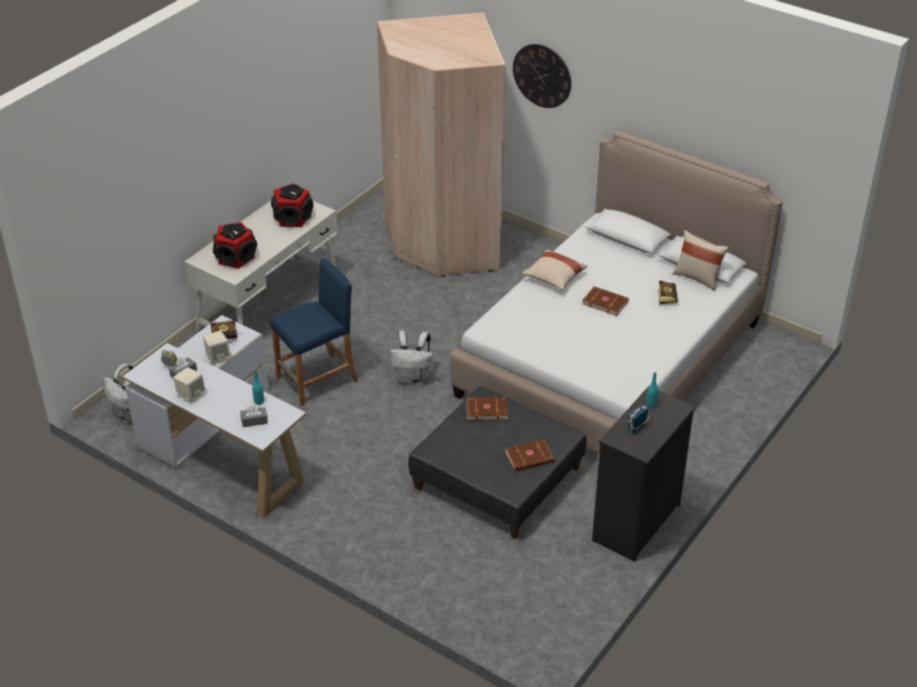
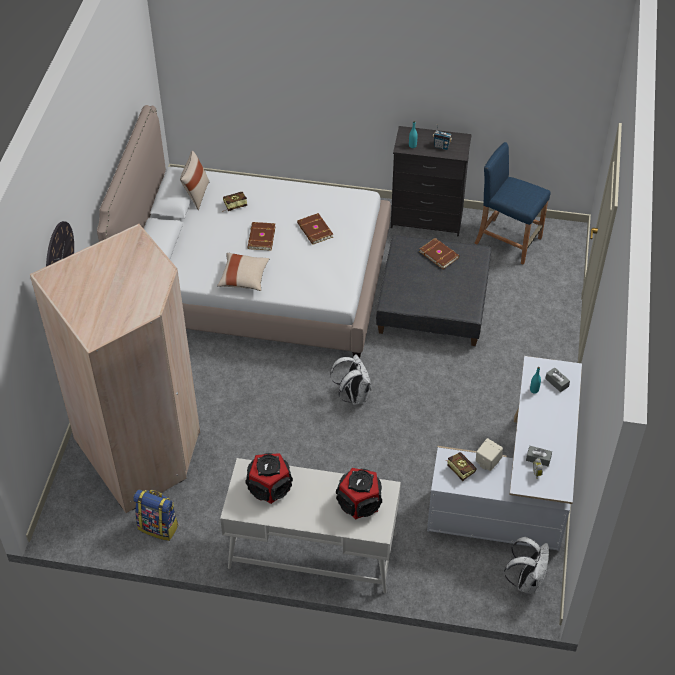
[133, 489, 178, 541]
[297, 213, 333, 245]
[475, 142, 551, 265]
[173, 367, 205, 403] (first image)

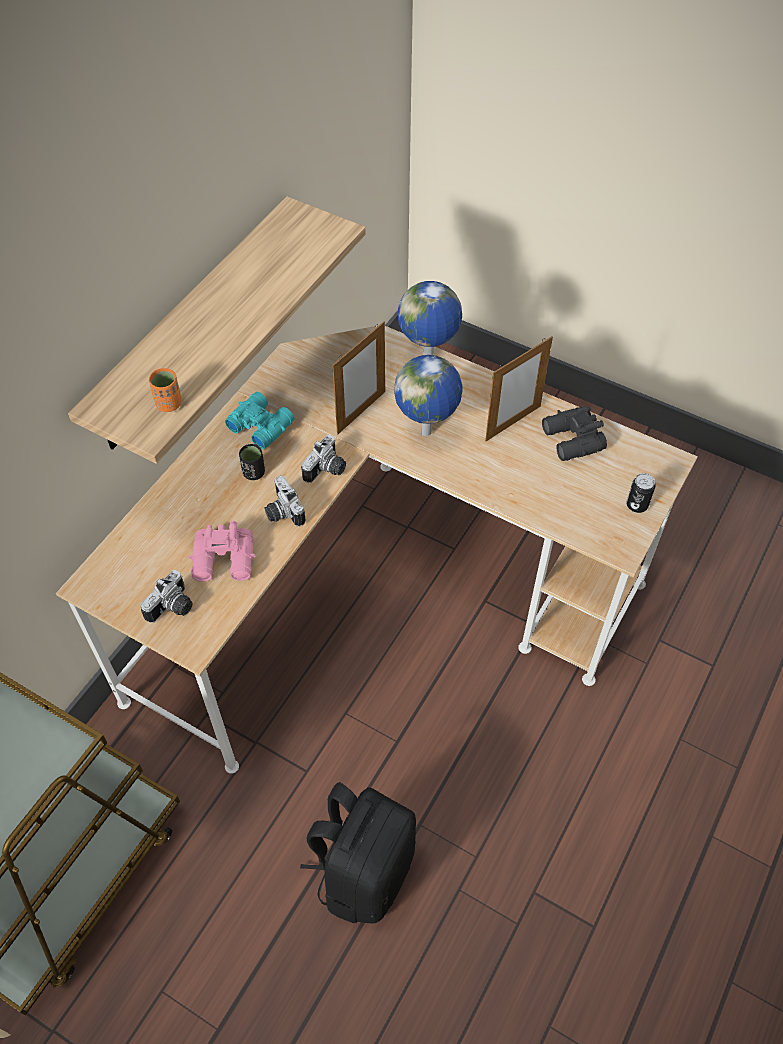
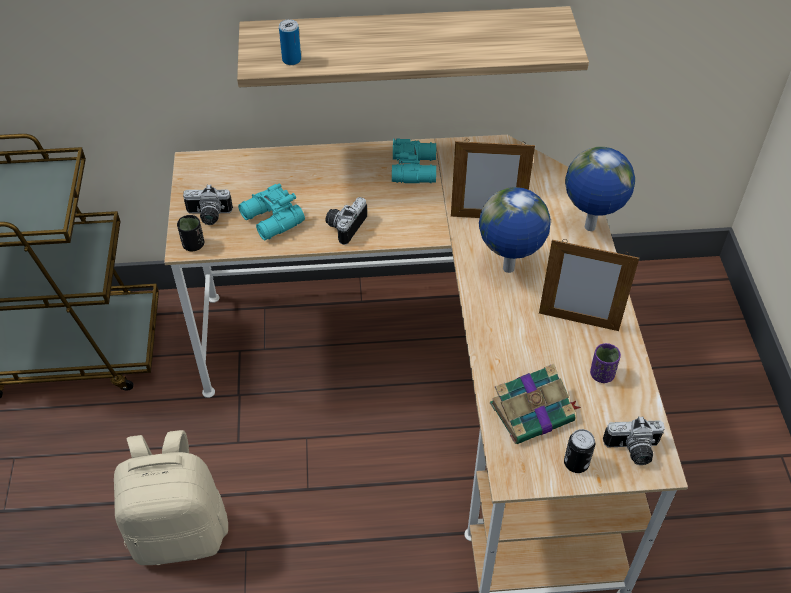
[114, 430, 228, 565]
[177, 215, 204, 251]
[238, 183, 305, 240]
[279, 19, 301, 65]
[490, 364, 581, 444]
[590, 343, 621, 383]
[603, 416, 665, 465]

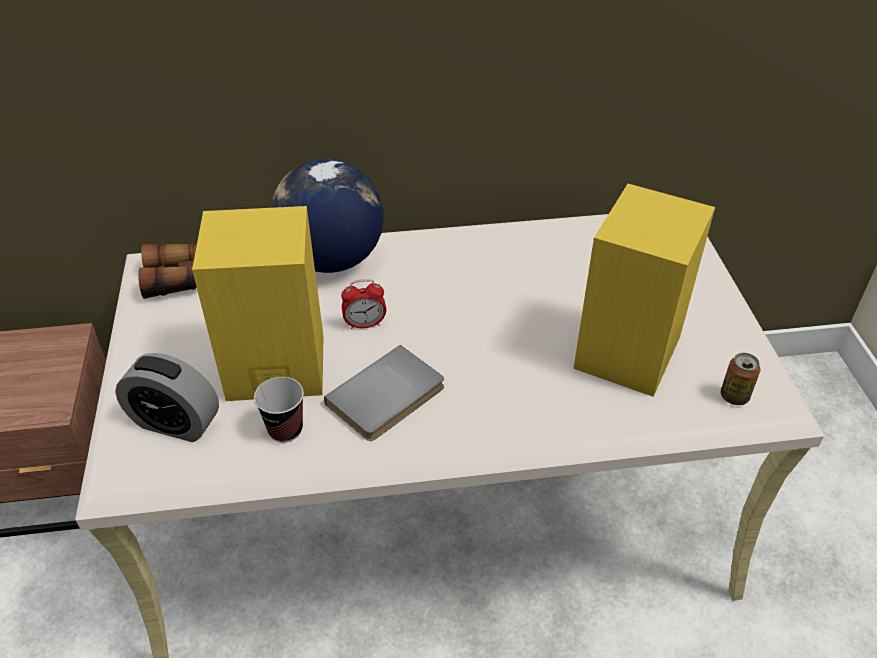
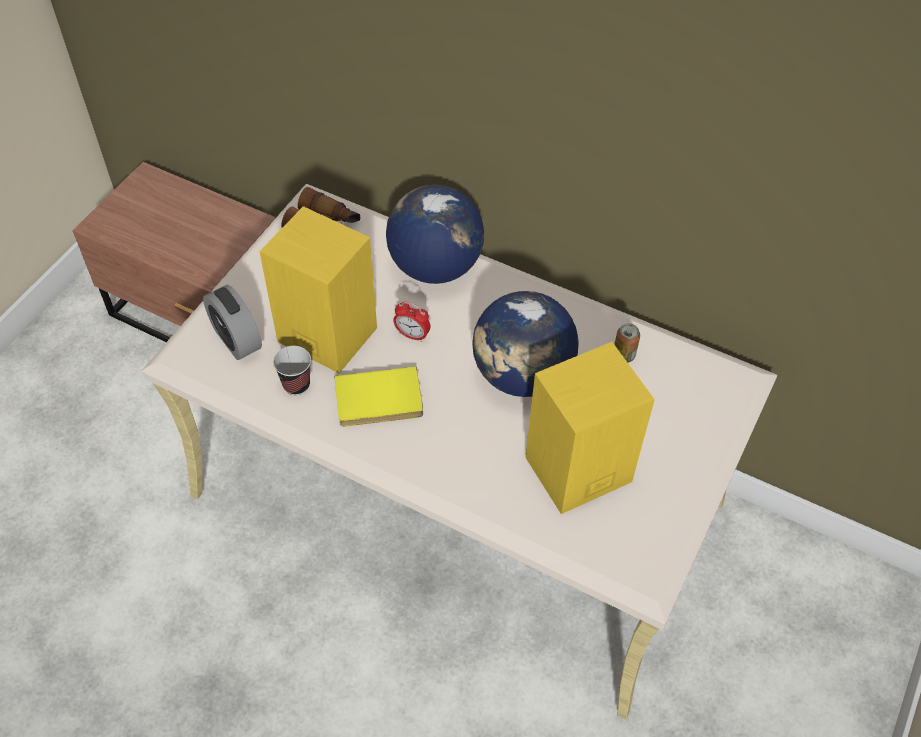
[334, 367, 423, 426]
[472, 291, 579, 397]
[614, 323, 640, 363]

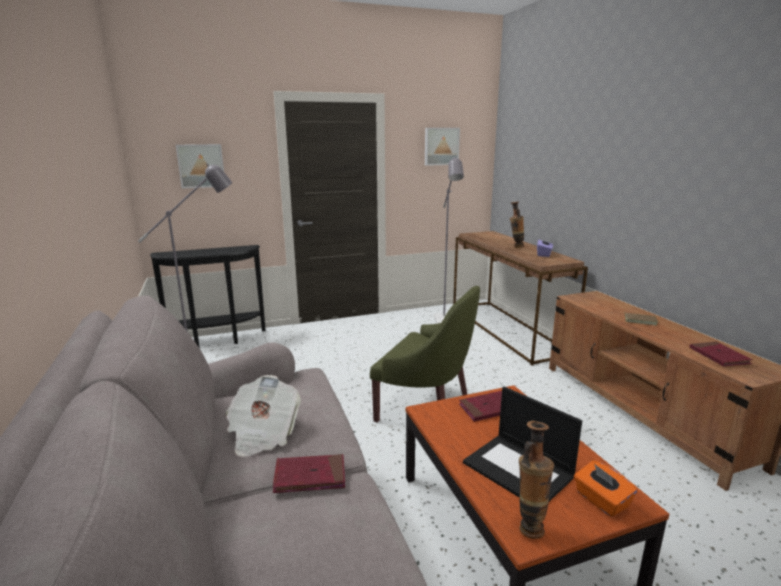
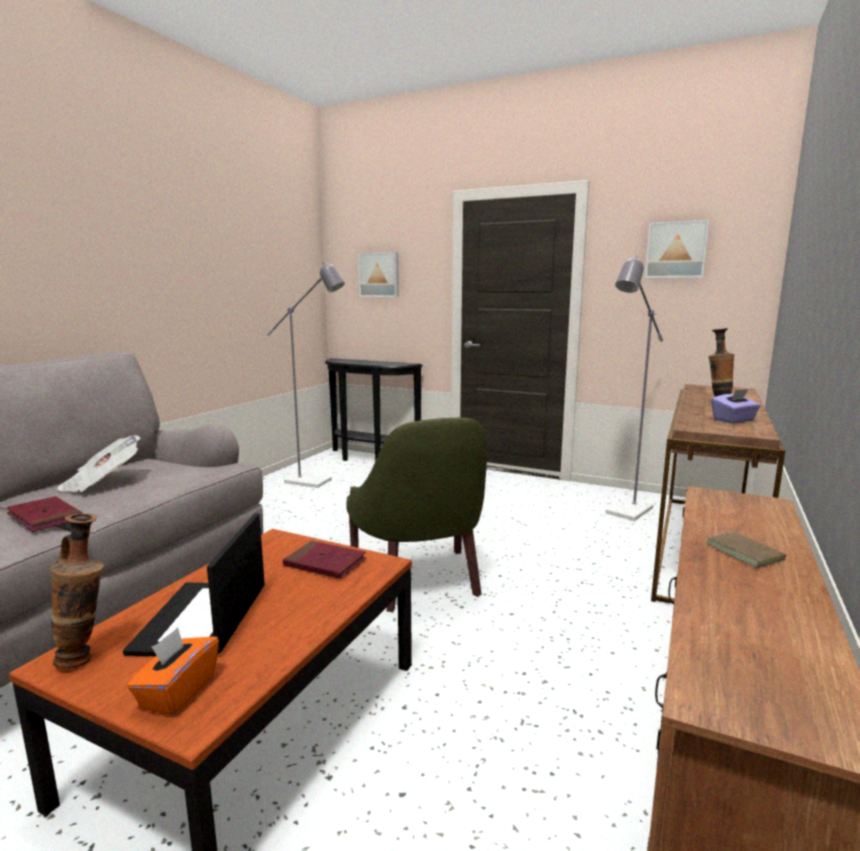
[690, 342, 752, 366] (first image)

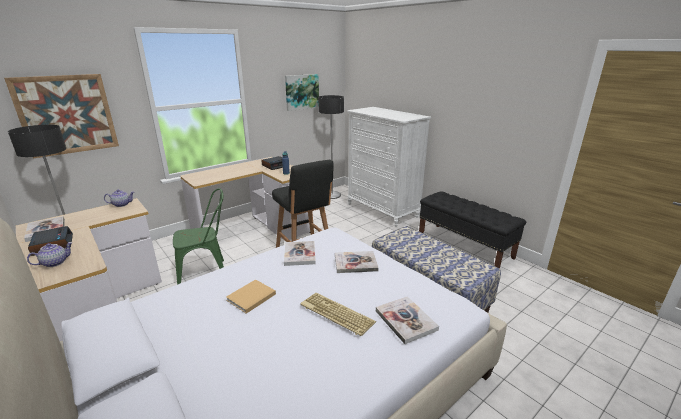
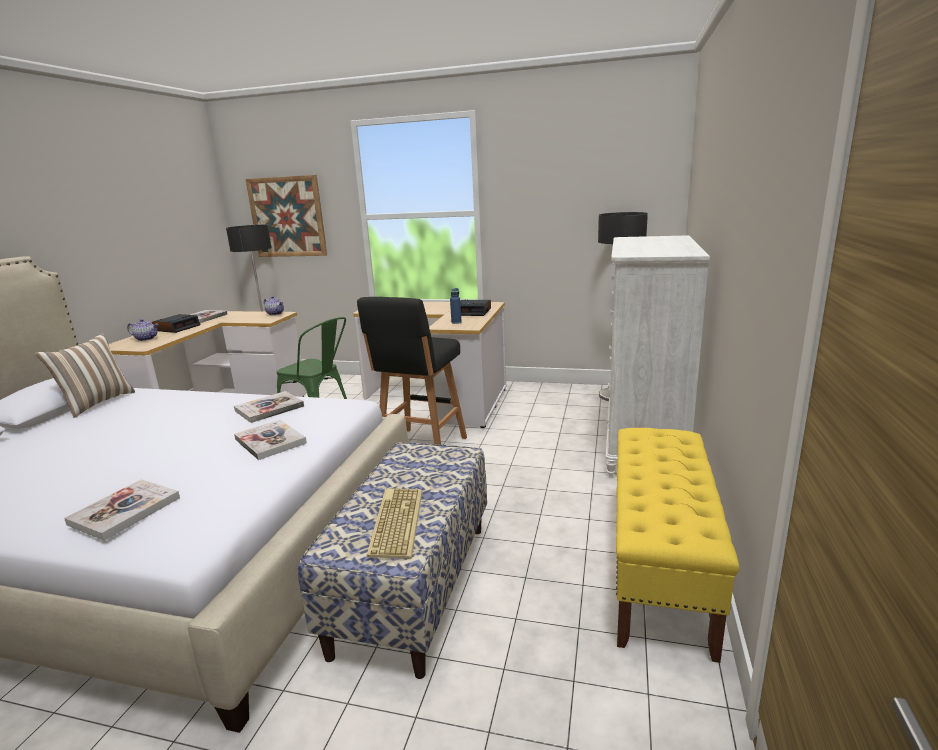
[35, 333, 135, 418]
[367, 488, 422, 559]
[616, 428, 739, 663]
[226, 279, 276, 314] (first image)
[285, 74, 319, 111] (first image)

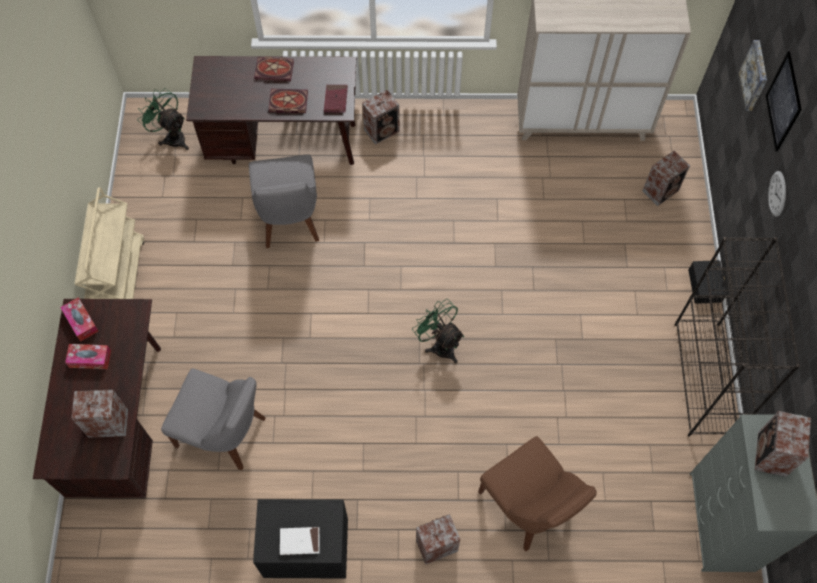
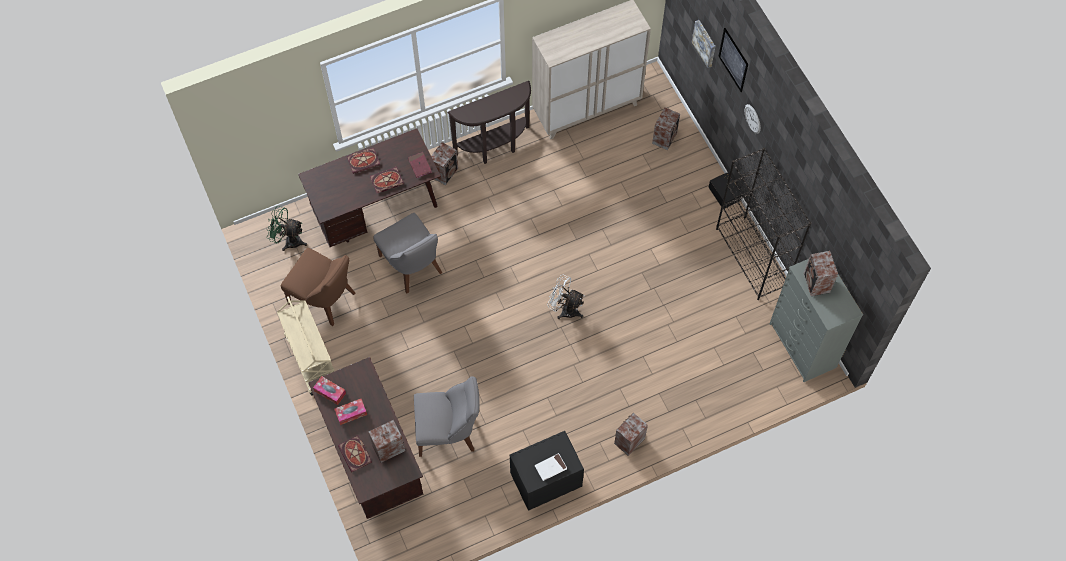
[281, 248, 355, 326]
[338, 435, 372, 473]
[447, 81, 531, 164]
[547, 274, 584, 319]

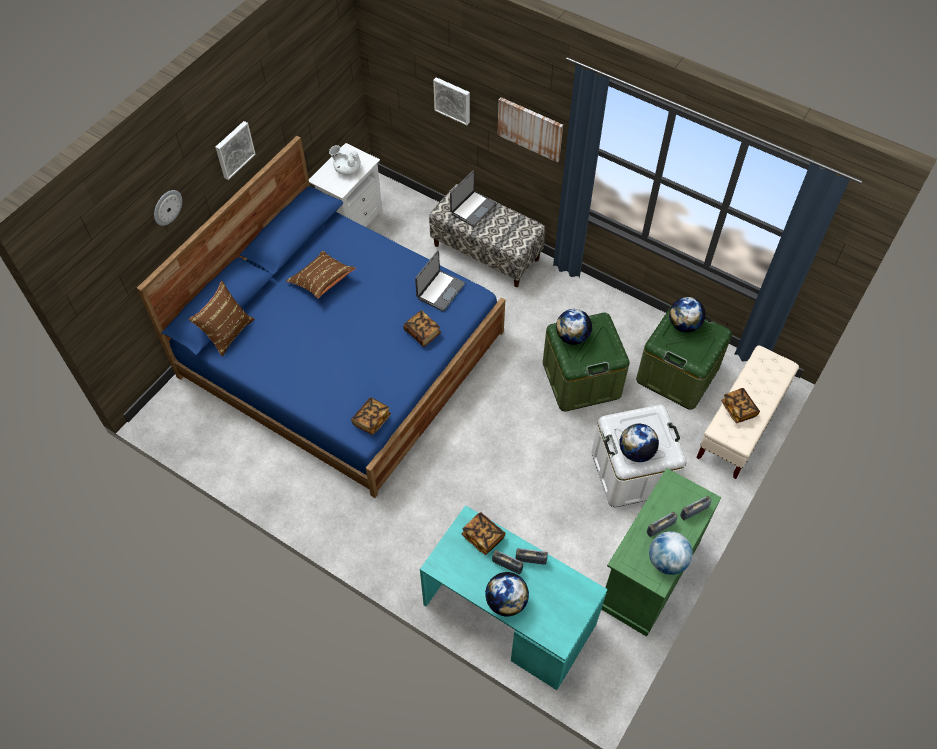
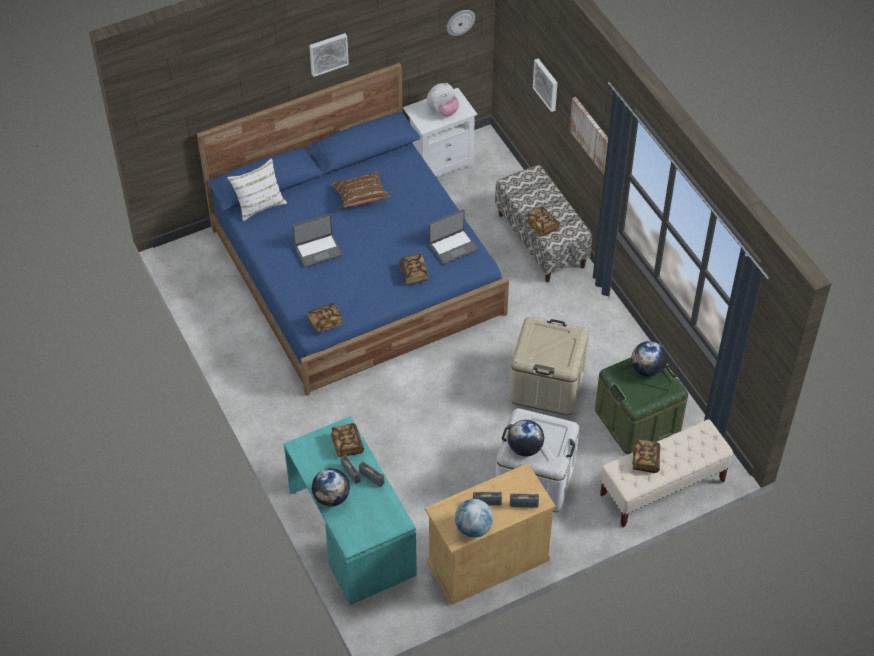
[227, 158, 287, 221]
[292, 214, 343, 268]
[425, 463, 556, 605]
[427, 83, 459, 116]
[446, 10, 475, 36]
[509, 317, 589, 415]
[525, 207, 560, 236]
[556, 309, 592, 345] (first image)

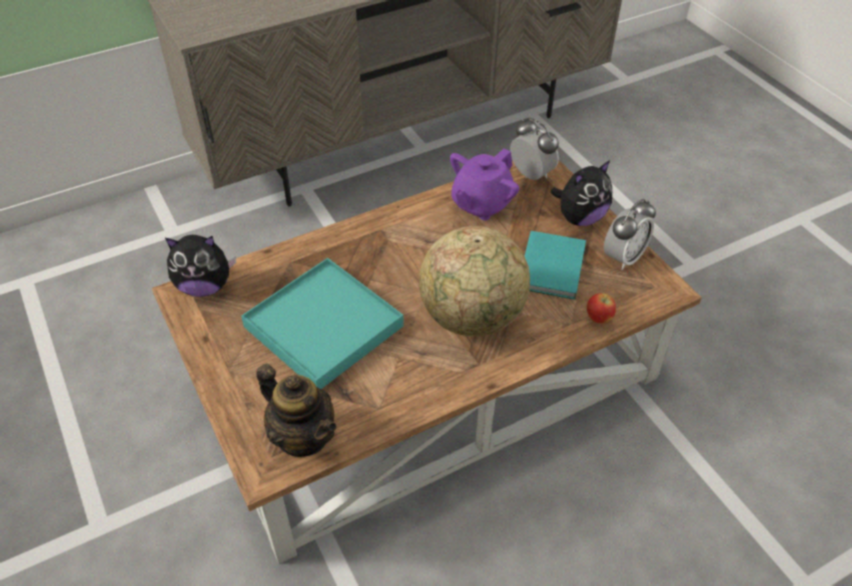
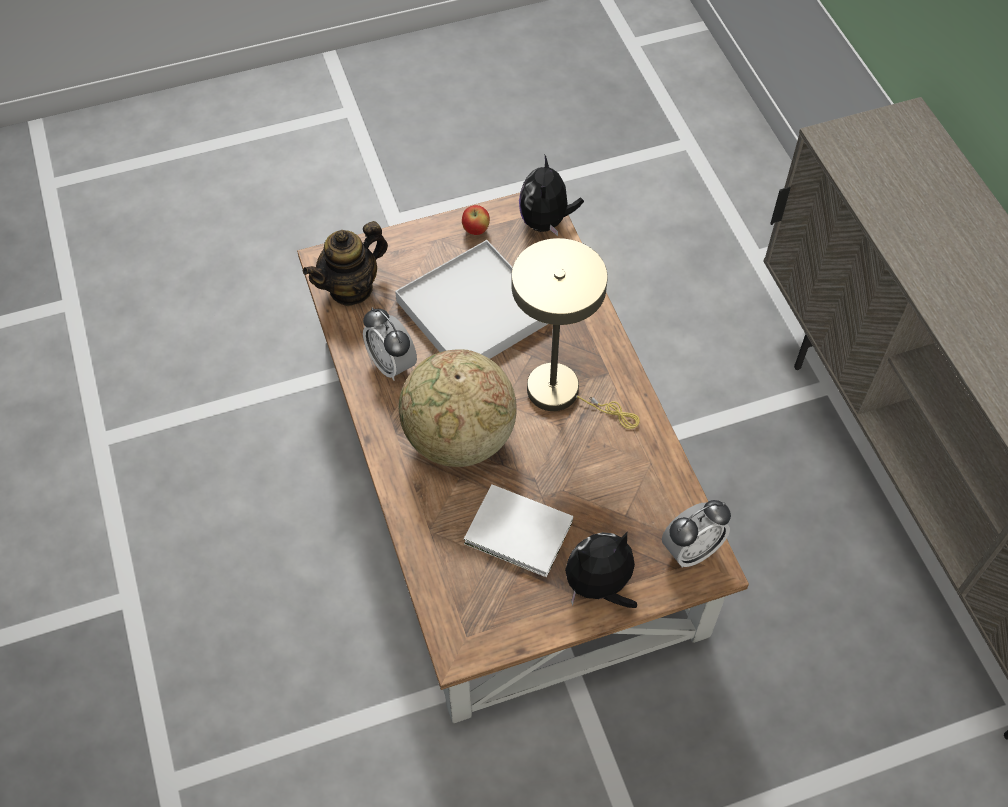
[363, 308, 417, 381]
[395, 240, 548, 359]
[462, 205, 490, 235]
[464, 484, 573, 577]
[512, 238, 640, 429]
[565, 532, 637, 608]
[450, 148, 519, 220] (first image)

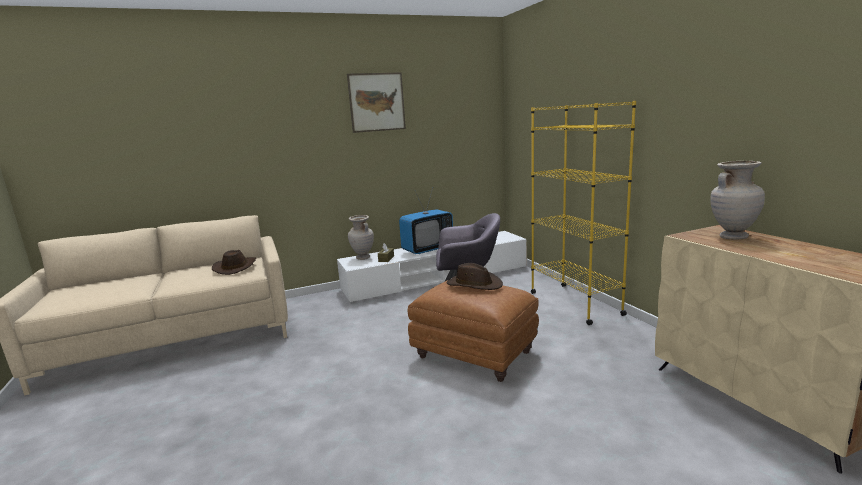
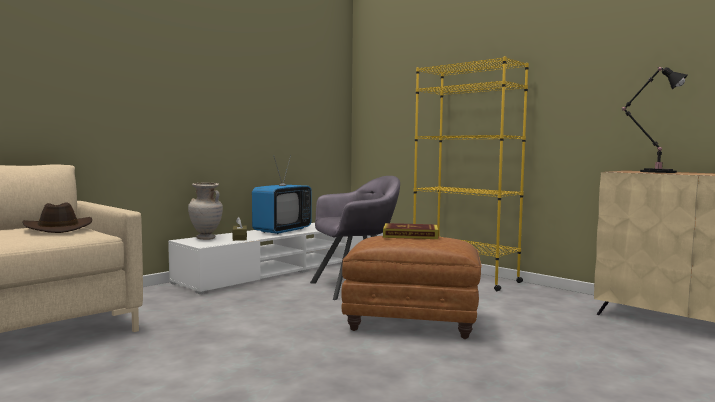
[383, 223, 439, 239]
[621, 67, 688, 173]
[347, 72, 406, 133] (first image)

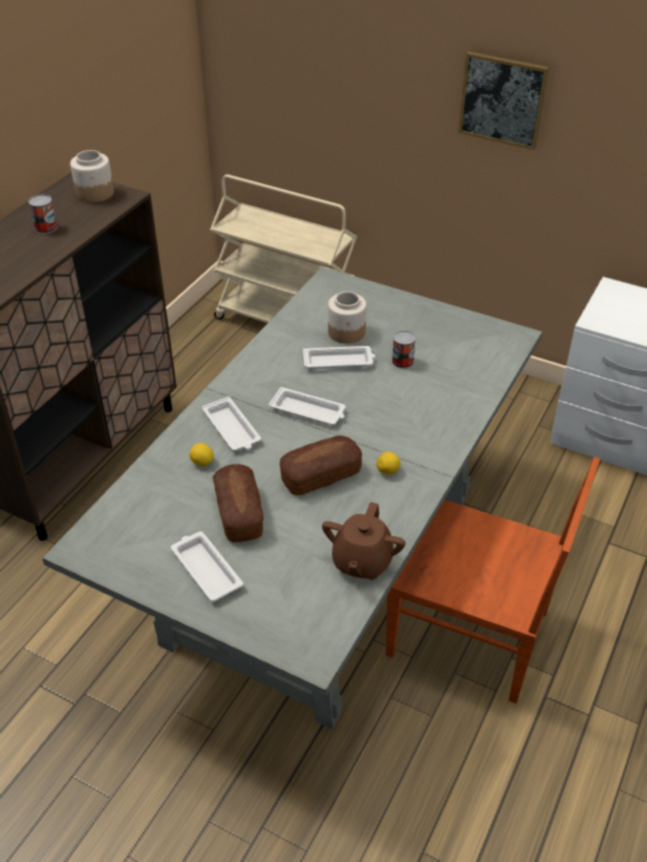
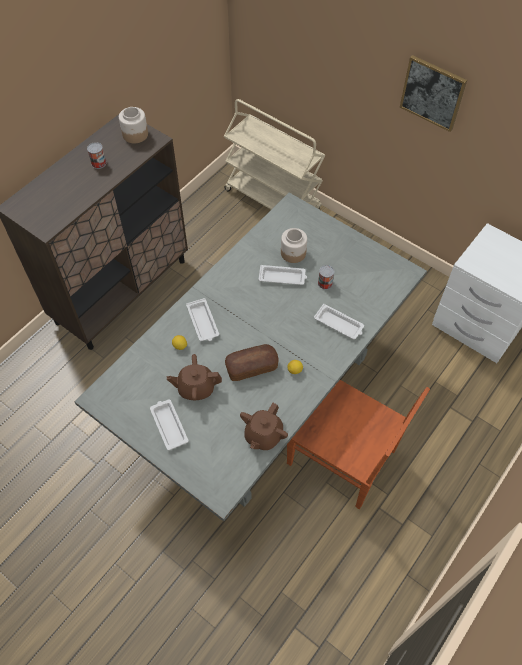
[167, 354, 222, 400]
[314, 304, 364, 339]

